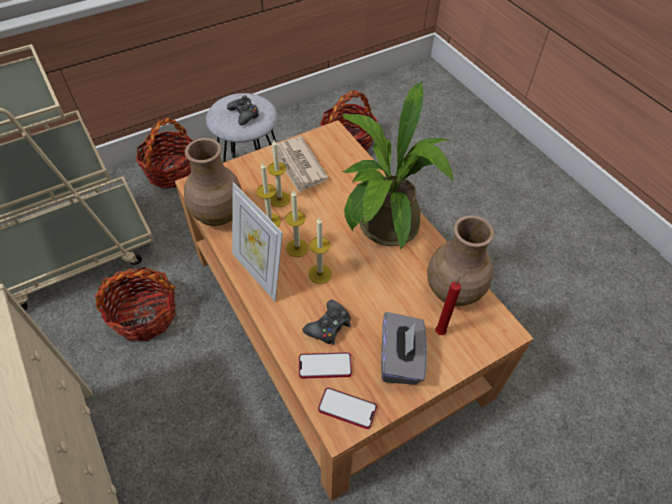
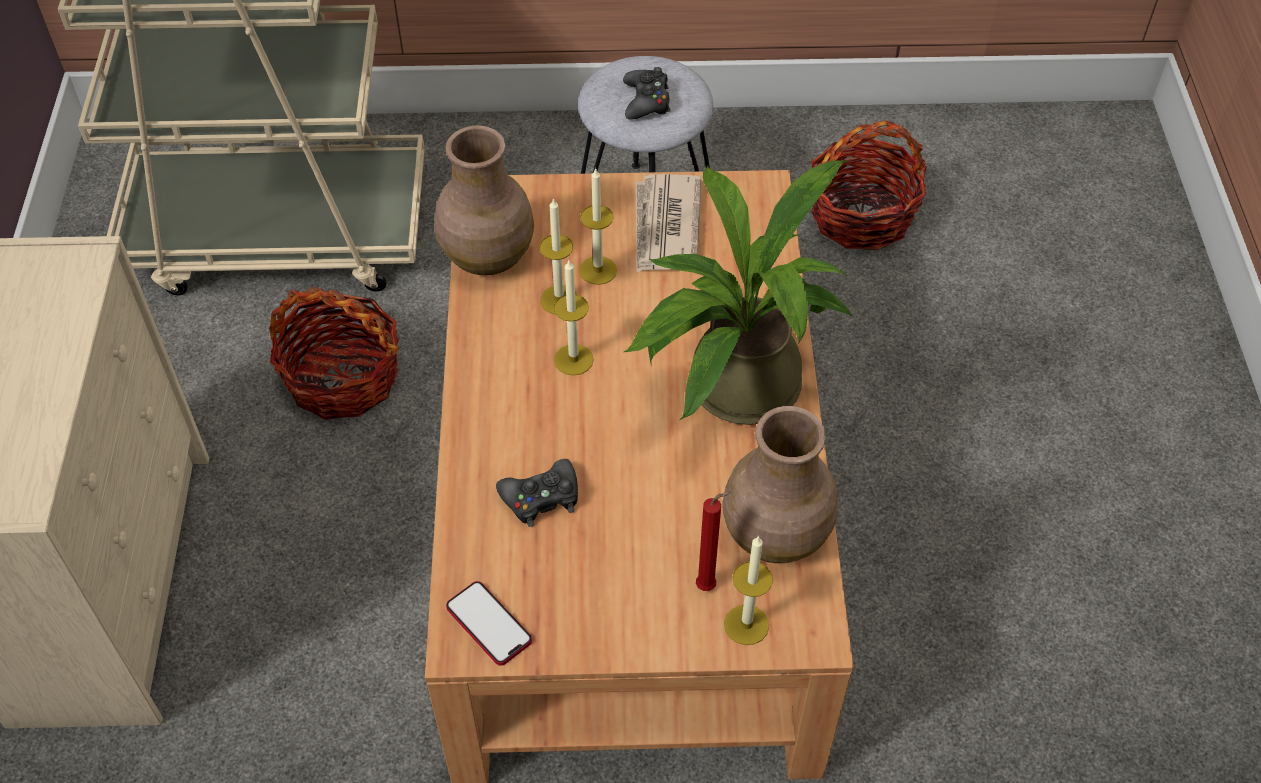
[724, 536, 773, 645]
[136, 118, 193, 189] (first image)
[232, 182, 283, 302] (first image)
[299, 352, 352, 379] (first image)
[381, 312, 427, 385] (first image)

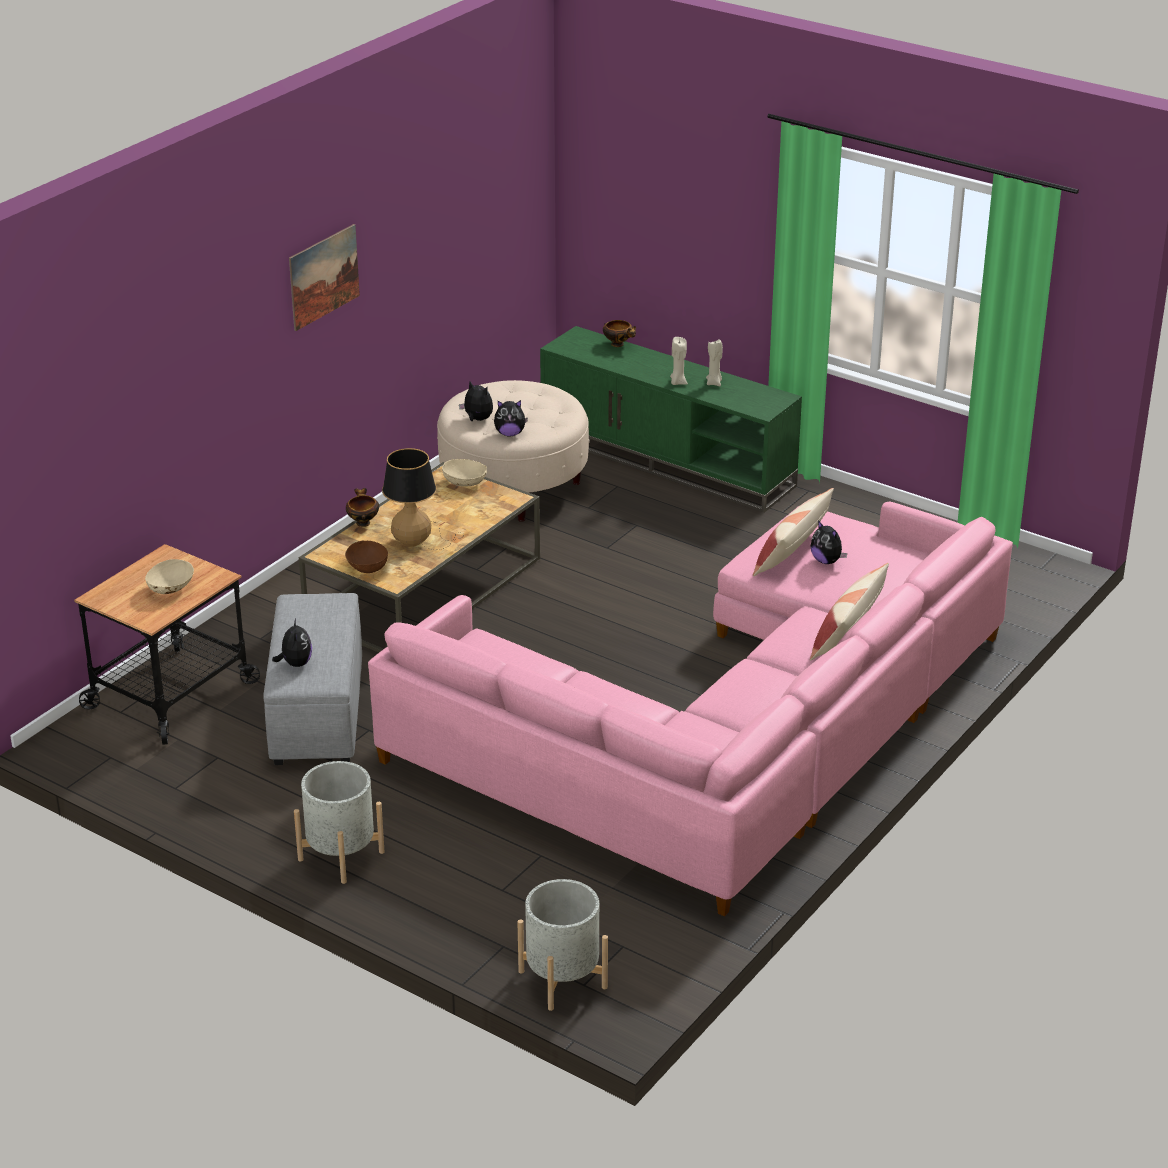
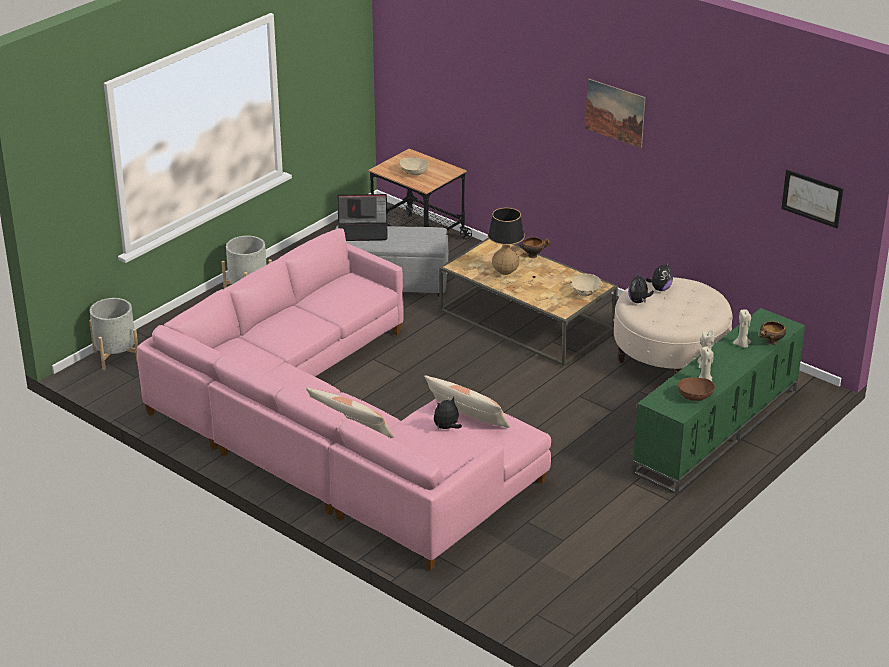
[337, 194, 388, 241]
[678, 377, 715, 401]
[733, 310, 751, 348]
[781, 170, 843, 228]

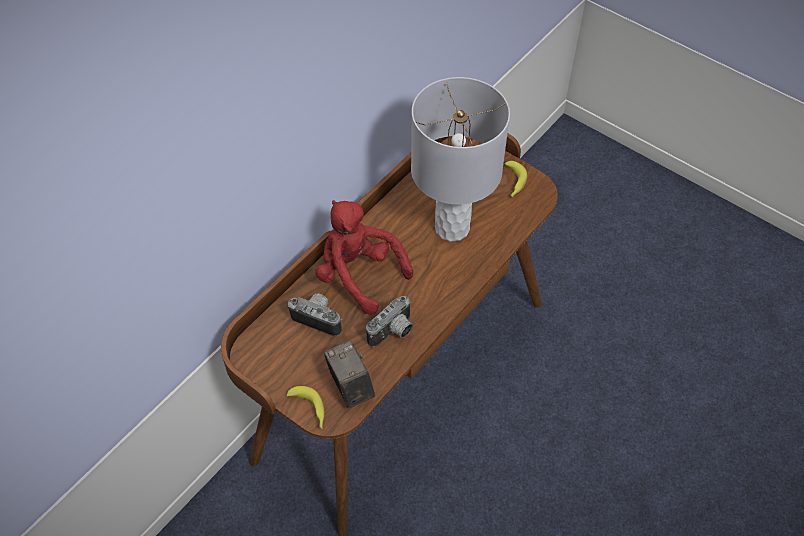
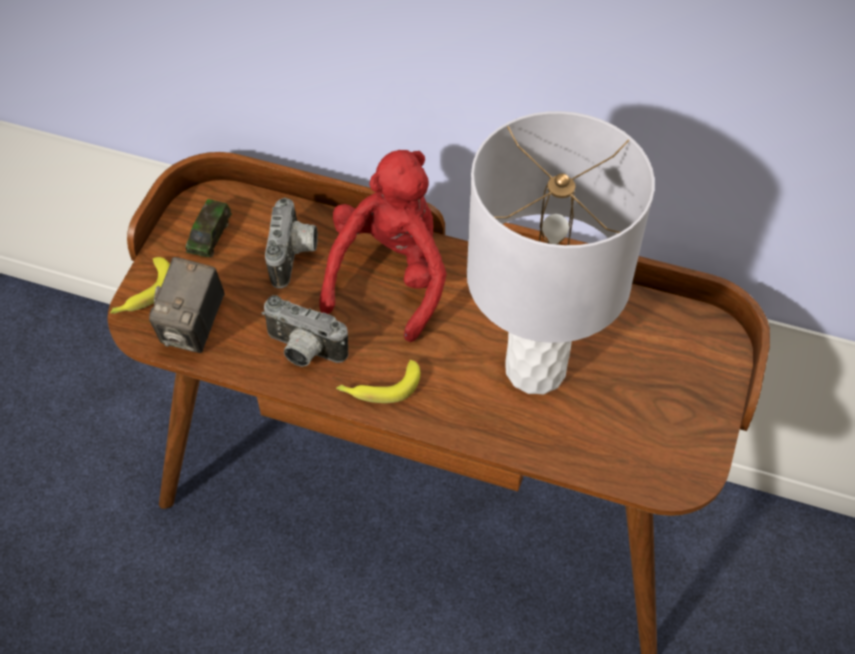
[149, 257, 225, 353]
[185, 199, 232, 258]
[336, 360, 420, 403]

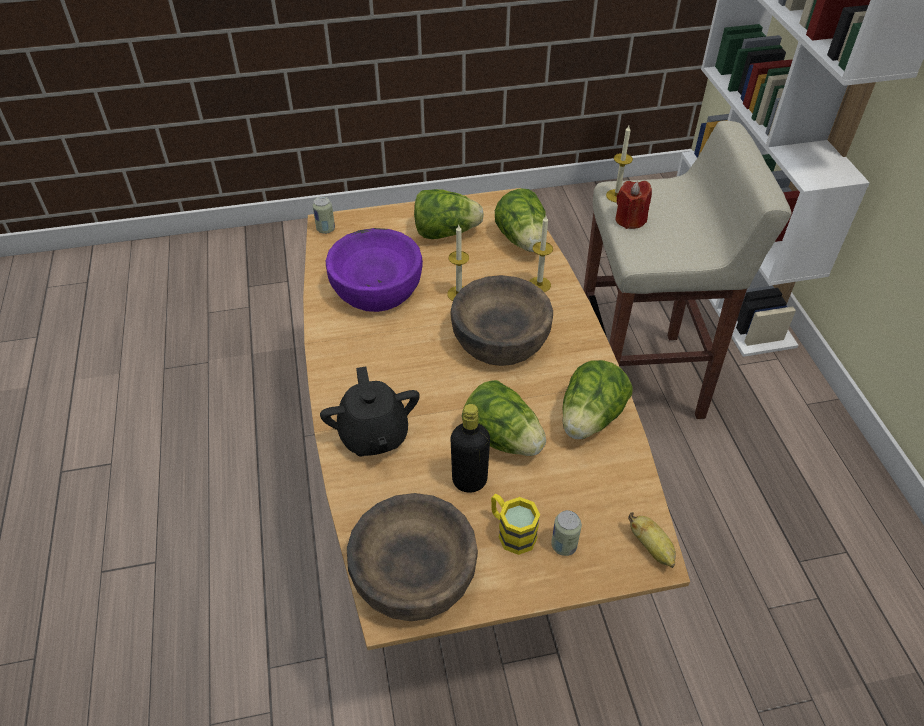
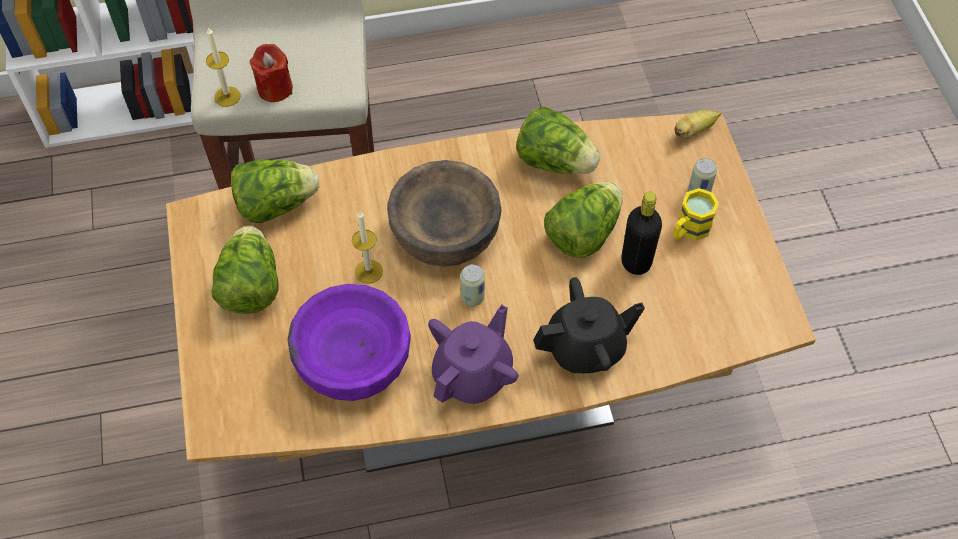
[428, 305, 519, 404]
[460, 264, 485, 306]
[347, 493, 478, 621] (first image)
[529, 216, 553, 292] (first image)

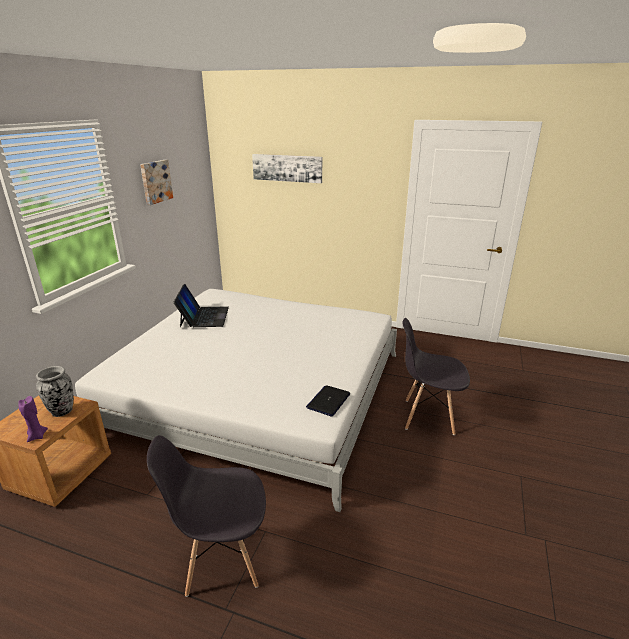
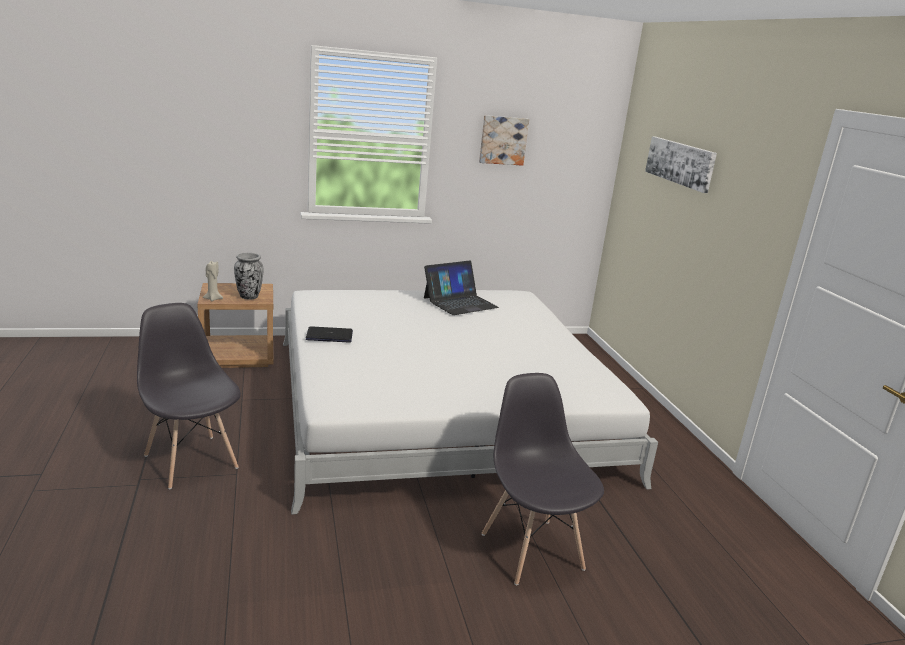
[203, 261, 223, 301]
[306, 326, 353, 342]

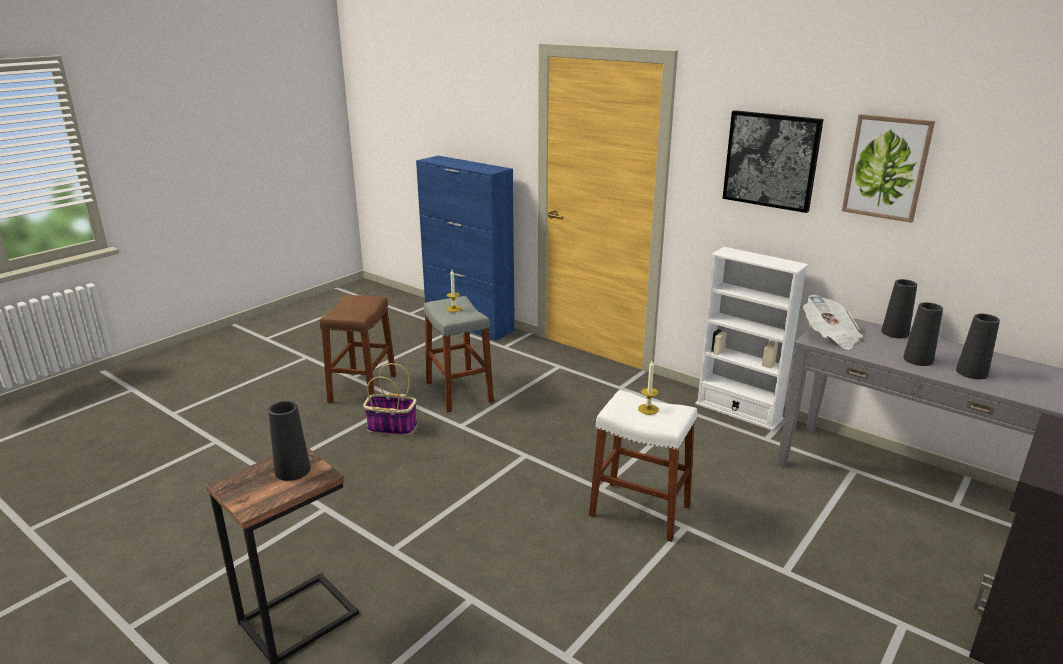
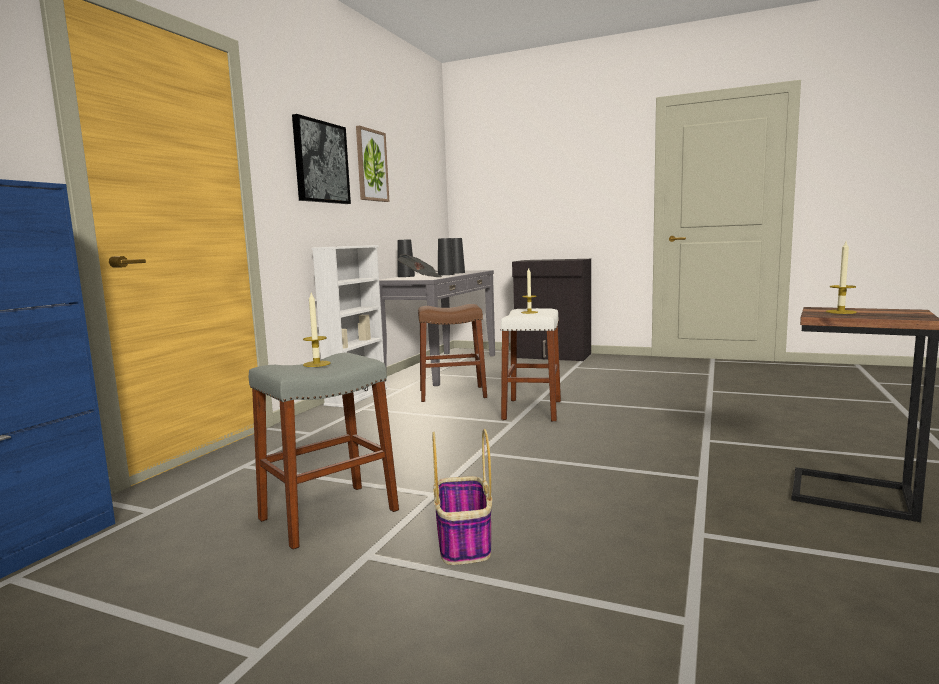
[418, 304, 487, 402]
[826, 242, 857, 314]

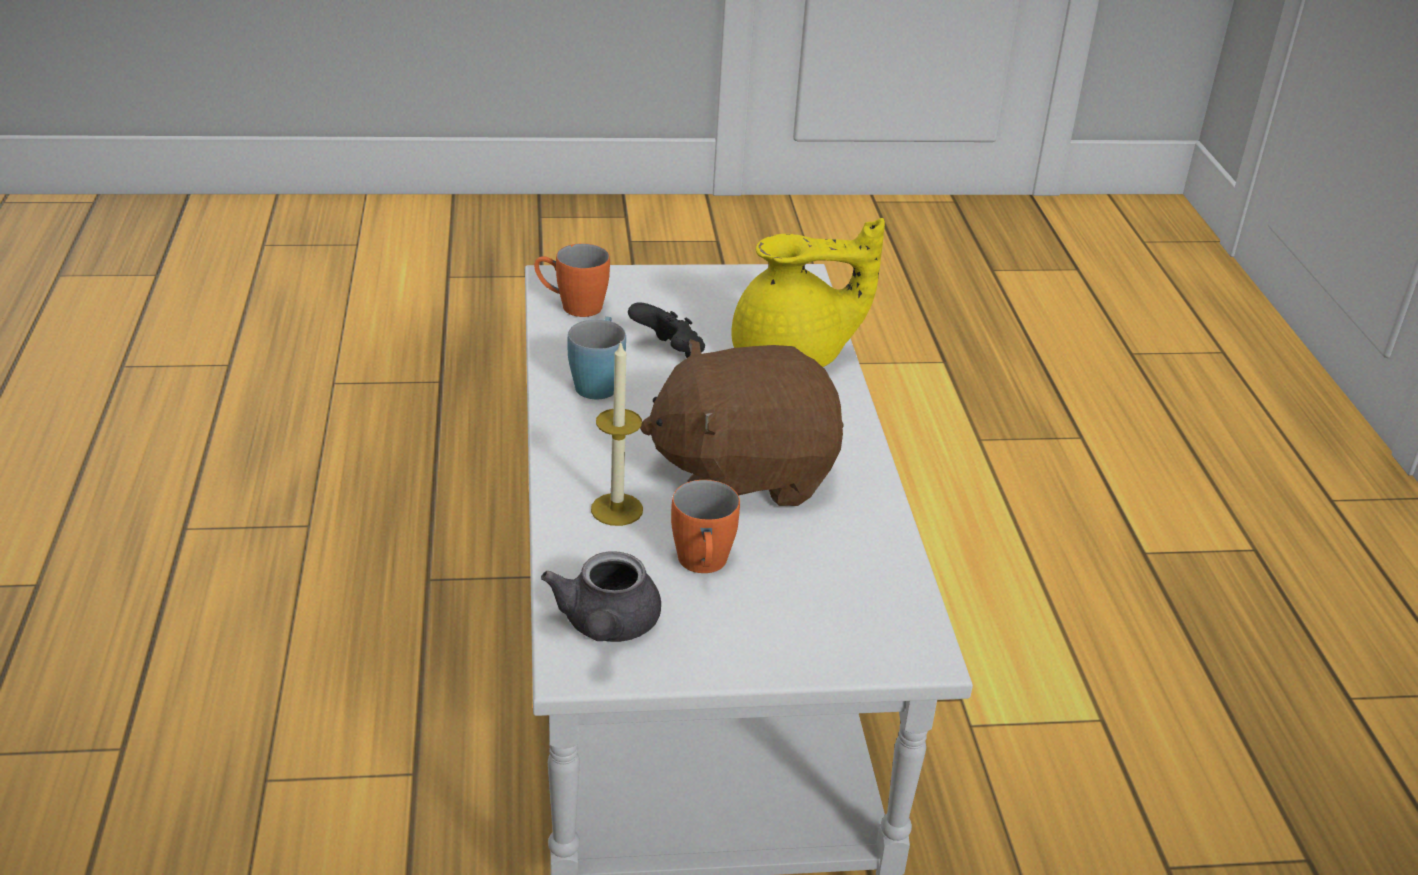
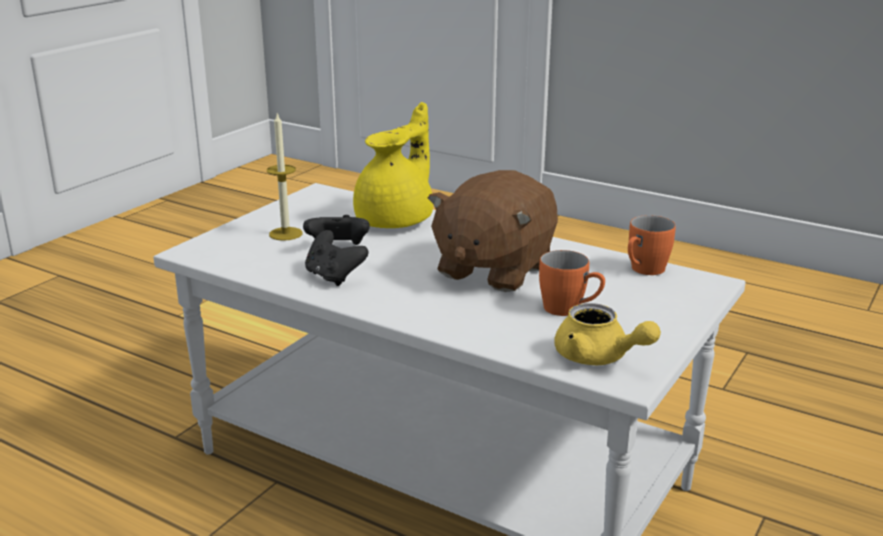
[267, 114, 302, 241]
[305, 230, 369, 286]
[554, 303, 661, 365]
[628, 215, 676, 275]

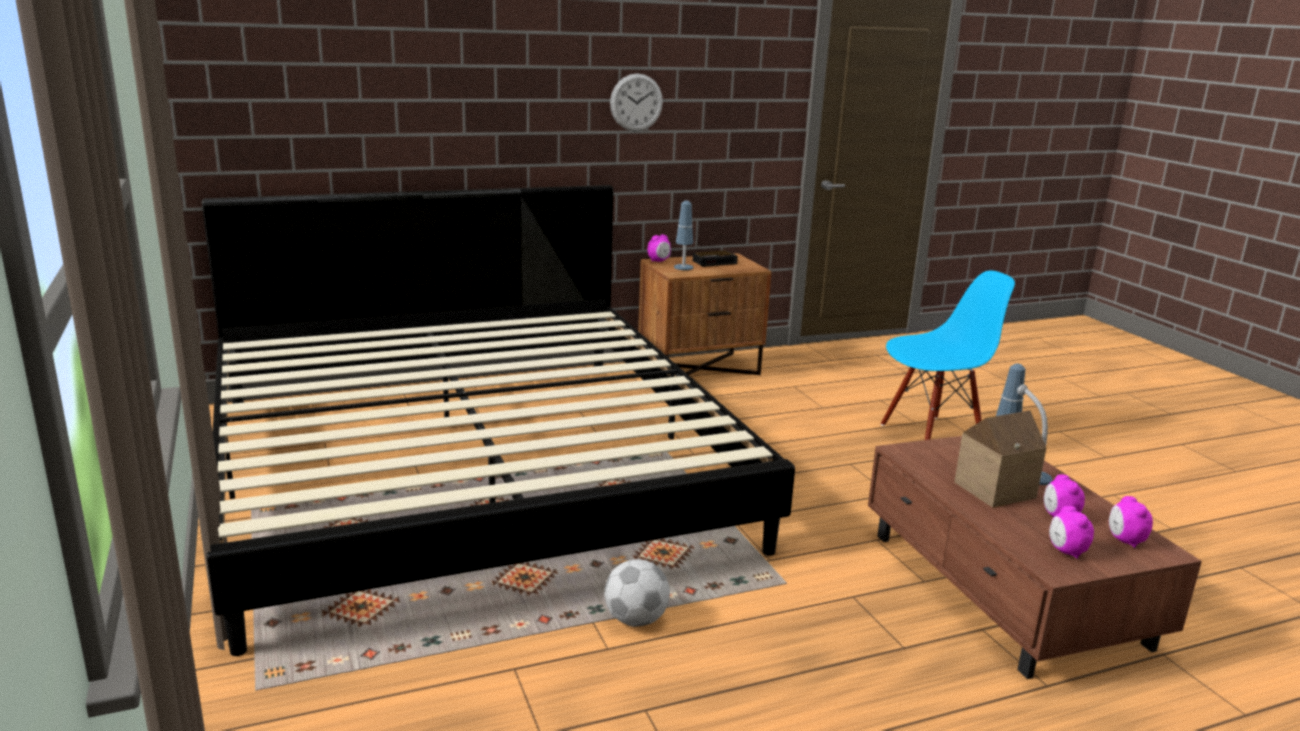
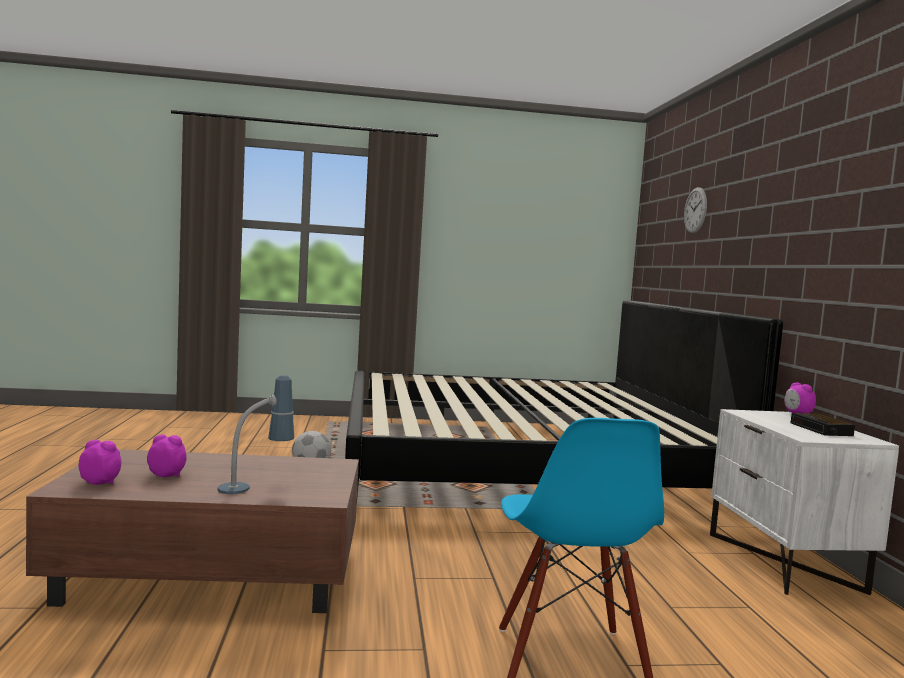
[684, 187, 707, 234]
[710, 409, 899, 595]
[674, 201, 693, 270] (first image)
[954, 411, 1047, 508] (first image)
[1049, 506, 1094, 559] (first image)

